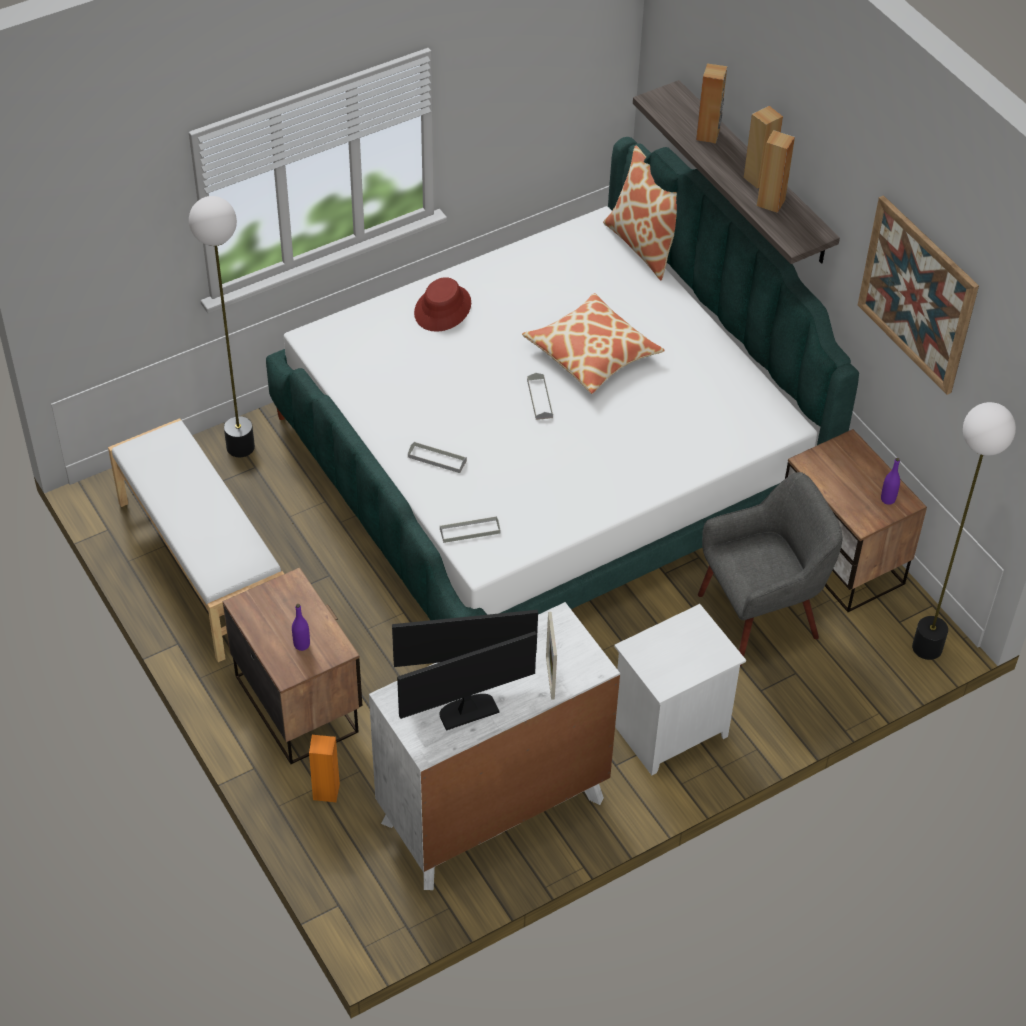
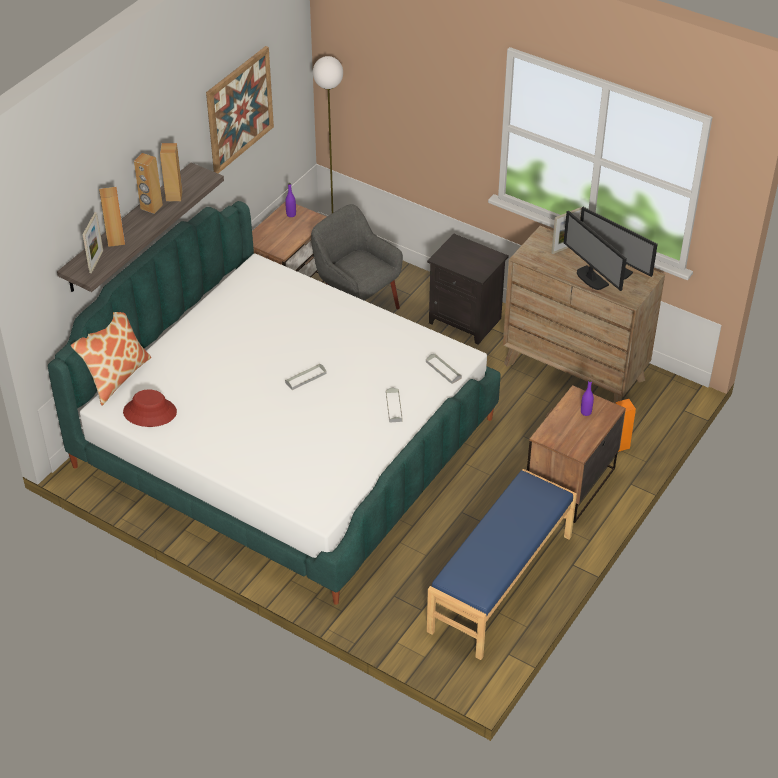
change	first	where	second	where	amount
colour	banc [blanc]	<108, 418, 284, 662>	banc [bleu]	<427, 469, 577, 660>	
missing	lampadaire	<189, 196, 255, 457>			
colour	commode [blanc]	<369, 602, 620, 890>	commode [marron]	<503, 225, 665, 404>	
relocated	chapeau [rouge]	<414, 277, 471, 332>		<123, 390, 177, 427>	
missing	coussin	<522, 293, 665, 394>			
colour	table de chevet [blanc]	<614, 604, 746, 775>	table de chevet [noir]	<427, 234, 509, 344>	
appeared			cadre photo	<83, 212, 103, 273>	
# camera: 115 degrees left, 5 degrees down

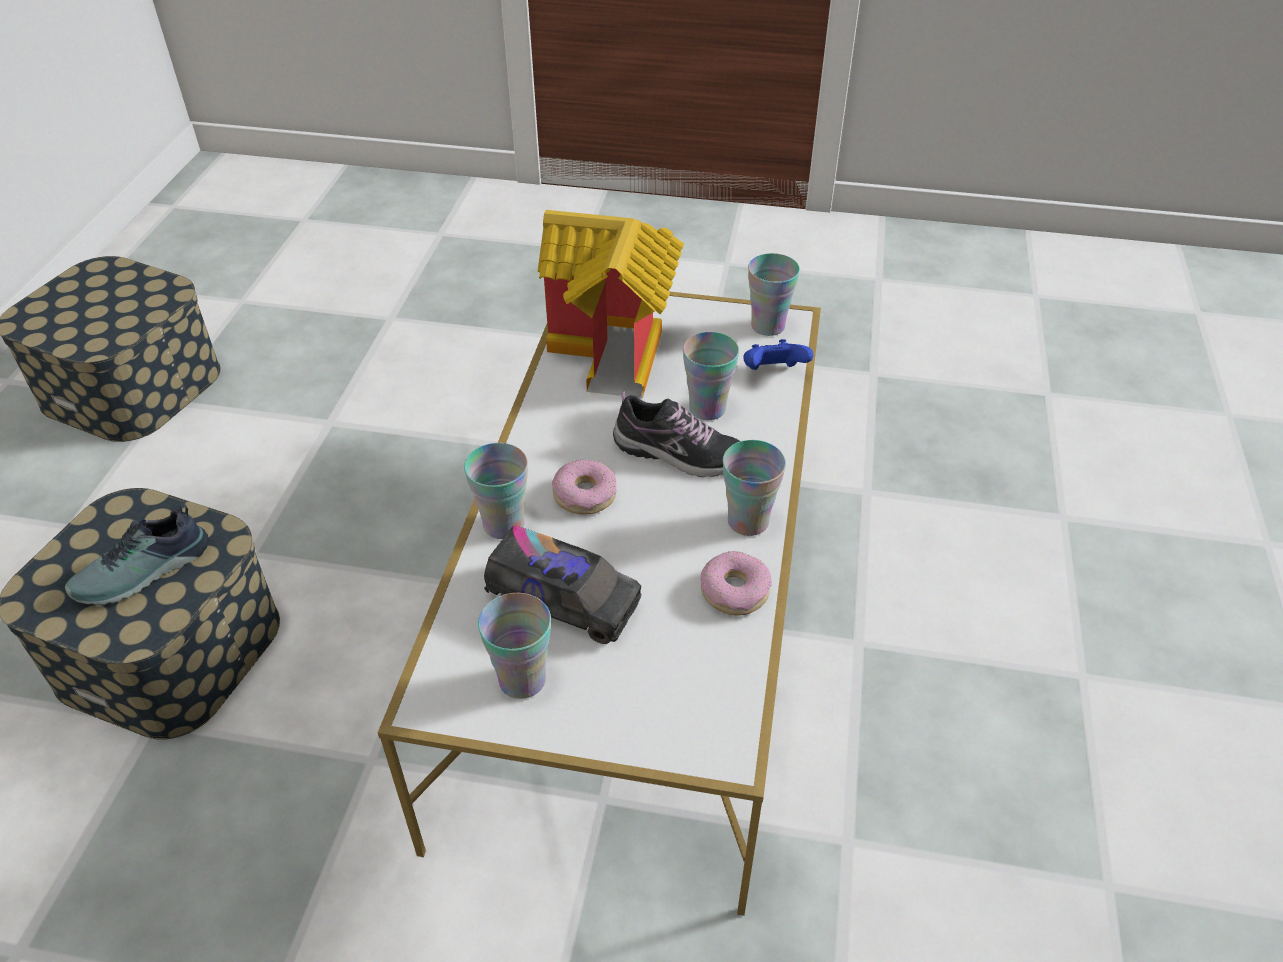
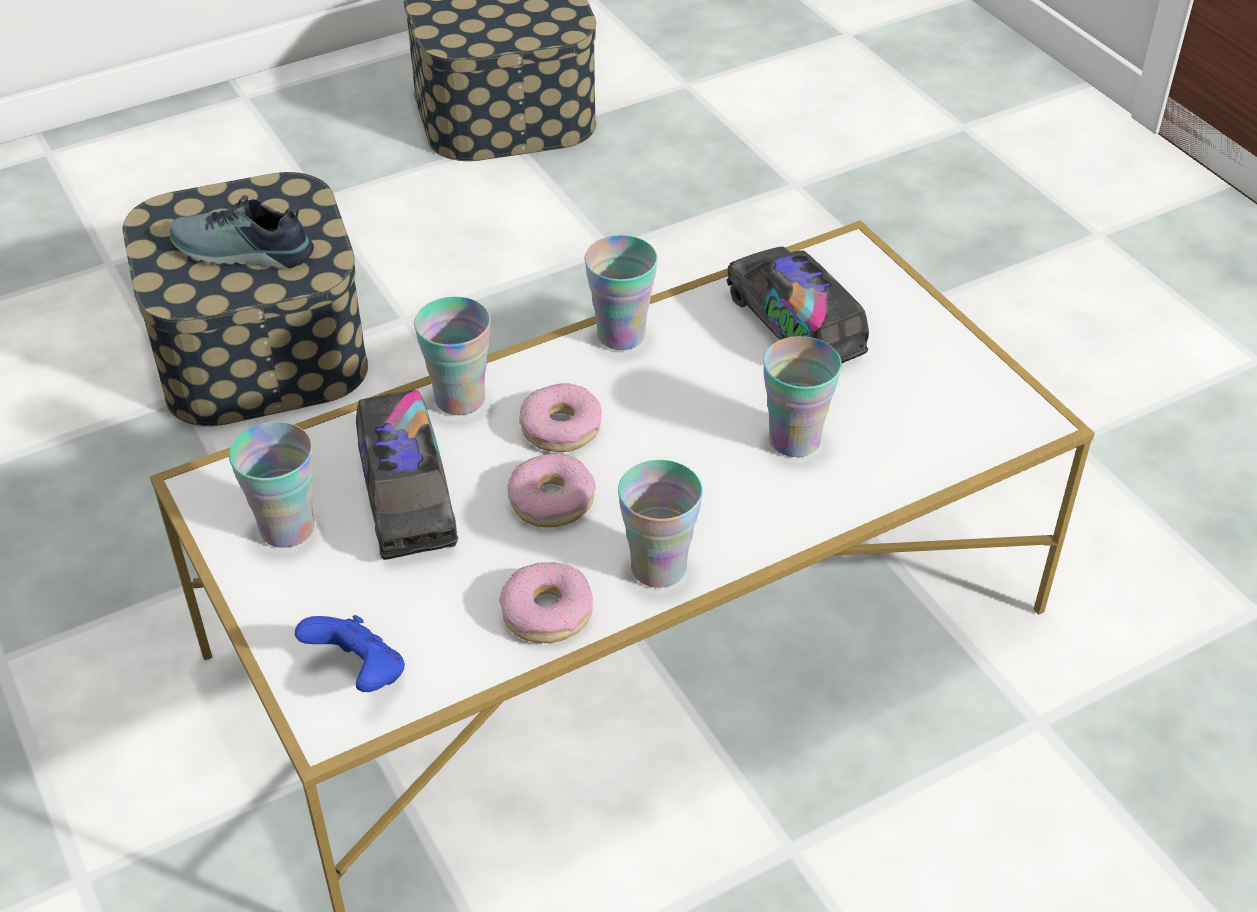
change	first	where	second	where	amount
exchanged	maison miniature	<538, 210, 684, 399>	camion jouet	<726, 247, 869, 363>	
missing	chaussure	<613, 391, 740, 477>			
relocated	manette [bleu]	<743, 339, 813, 370>		<295, 615, 405, 692>	
relocated	tasse	<748, 253, 800, 336>		<585, 235, 658, 350>	
appeared			beignet	<507, 453, 596, 527>	
# camera: 50 degrees right, 0 degrees up

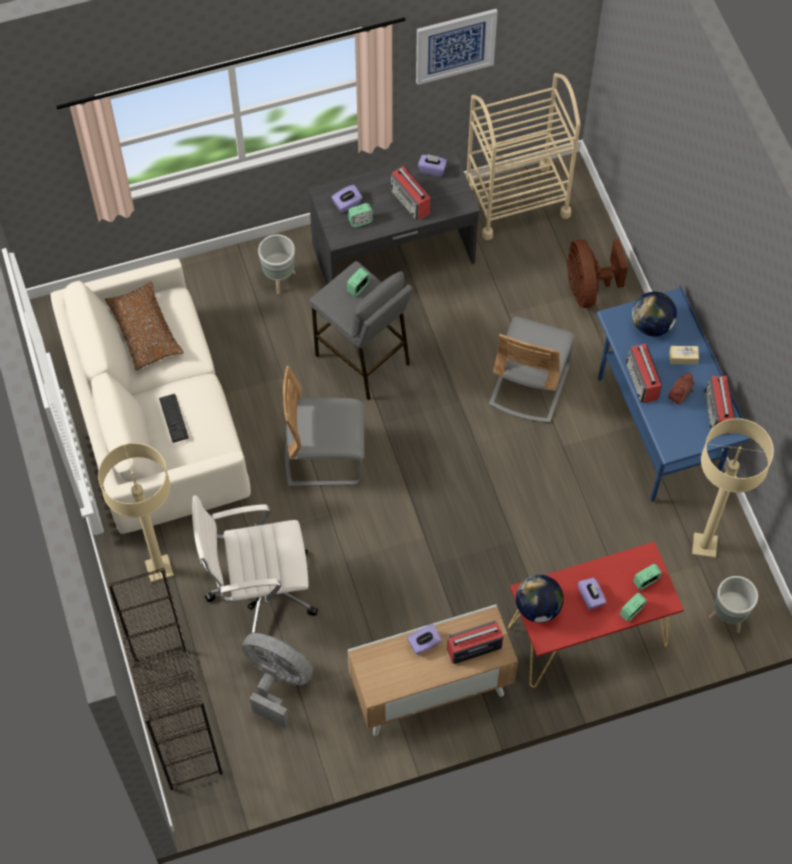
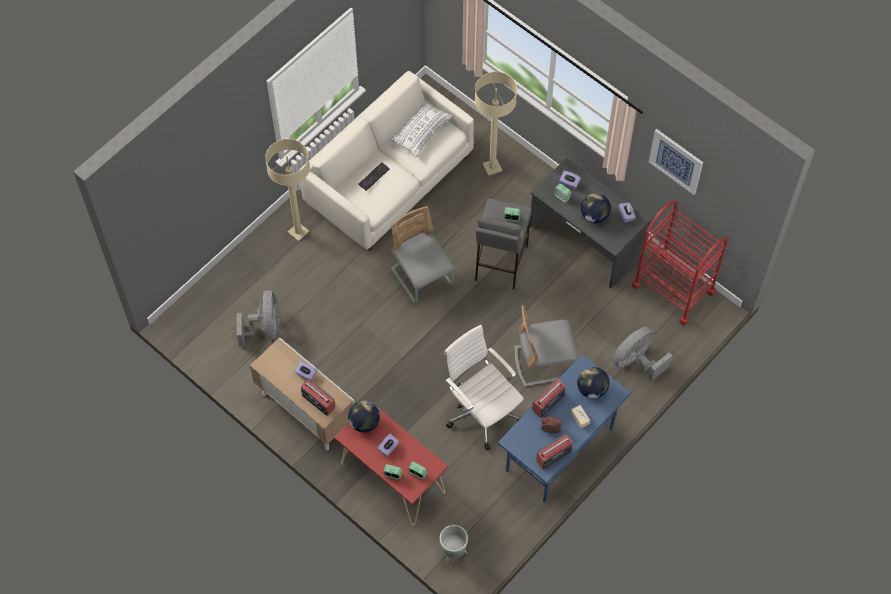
change	first	where	second	where	amount
colour	coussin [marron]	<105, 282, 184, 370>	coussin [blanc]	<390, 99, 452, 157>	
missing	bibliothèque [noir]	<108, 568, 223, 790>			
relocated	chaise de bureau [blanc]	<192, 495, 318, 633>		<444, 325, 524, 451>	
missing	cache-pot [gris]	<258, 234, 296, 294>			
exchanged	radio	<390, 166, 431, 220>	globe	<581, 193, 611, 223>	
colour	chariot [beige]	<466, 73, 580, 240>	chariot [rouge]	<632, 200, 728, 325>	
colour	ventilateur [marron]	<567, 239, 628, 308>	ventilateur [gris]	<612, 327, 673, 381>	
relocated	lampadaire [beige]	<692, 418, 774, 558>		<475, 72, 517, 176>	
# camera: 60 degrees right, 0 degrees up

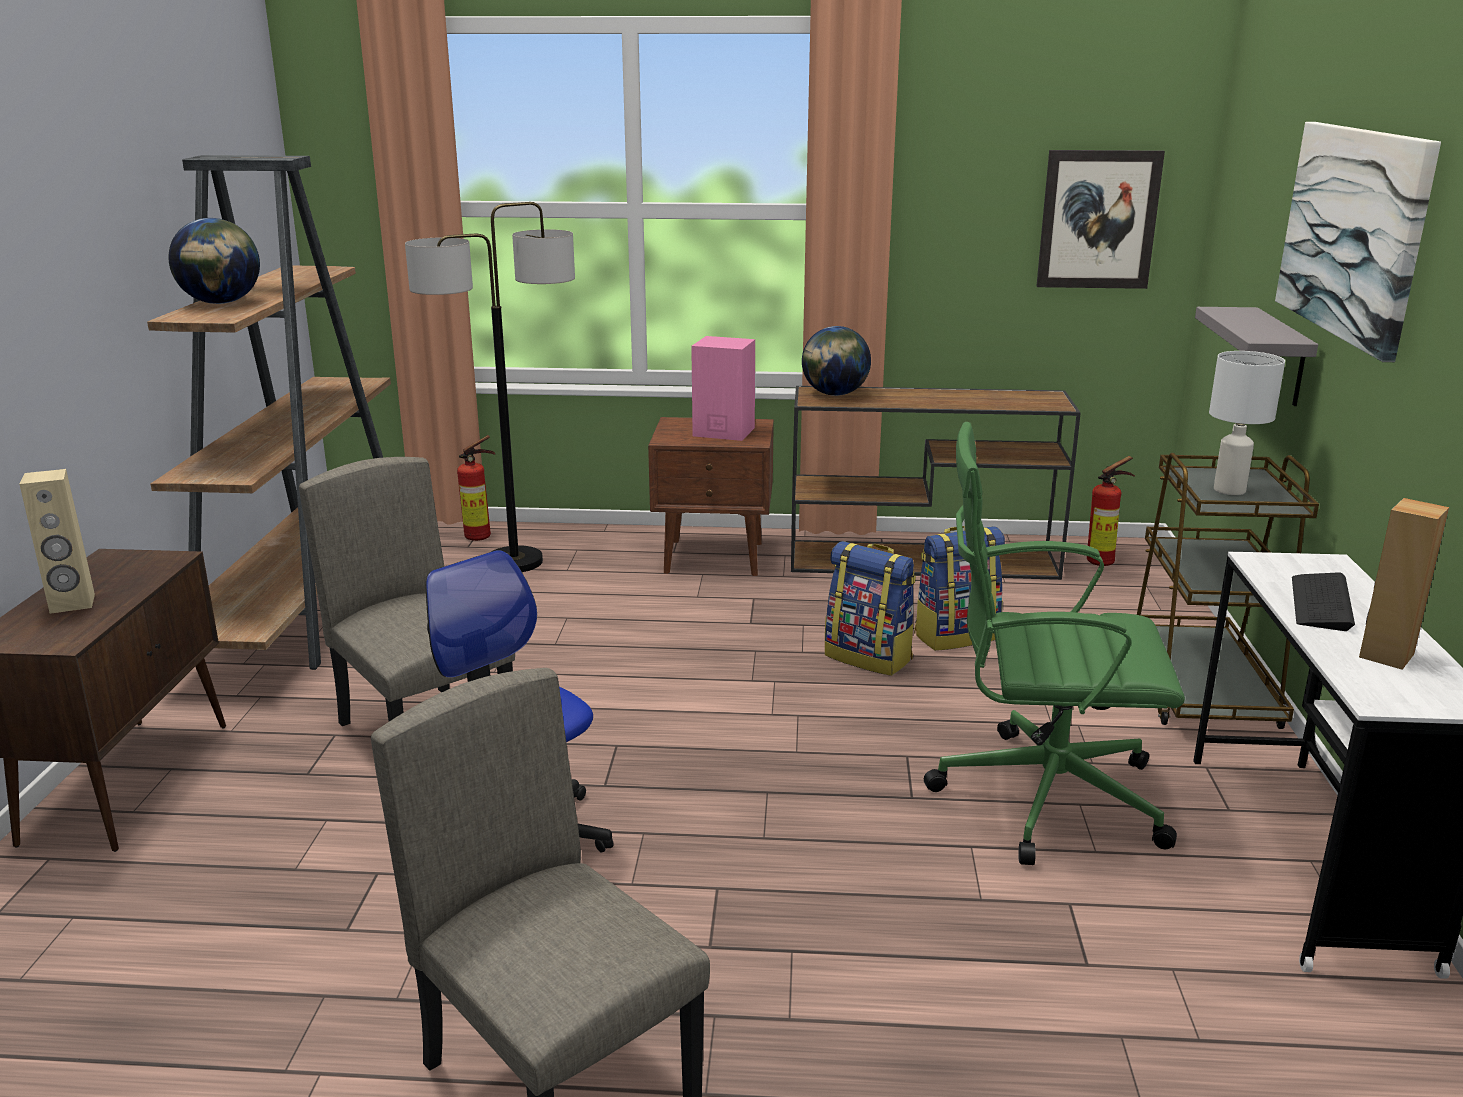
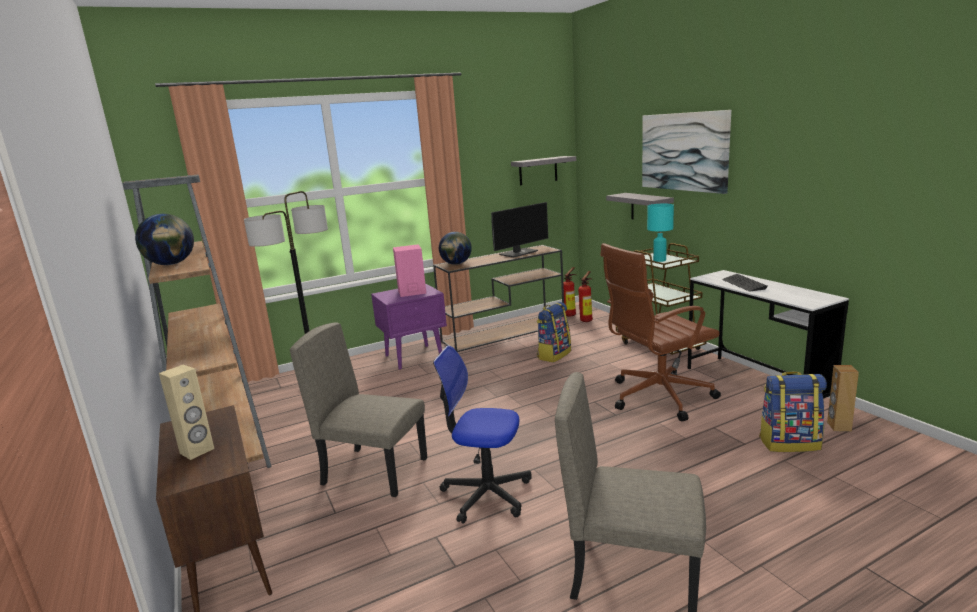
change	first	where	second	where	amount
relocated	extincteur	<457, 435, 495, 541>		<578, 271, 593, 322>	
colour	table de chevet [marron]	<648, 417, 774, 576>	table de chevet [violet]	<371, 283, 447, 369>	
relocated	sac à dos	<825, 541, 916, 676>		<759, 371, 827, 452>	
colour	chaise de bureau [vert]	<924, 422, 1185, 865>	chaise de bureau [marron]	<600, 243, 721, 422>	
exchanged	tableau	<1036, 150, 1165, 289>	étagère [gris]	<511, 156, 576, 186>	
colour	lampe de table [blanc]	<1209, 351, 1285, 495>	lampe de table [turquoise]	<647, 204, 674, 262>	
relocated	enceinte [marron]	<1359, 498, 1449, 670>		<827, 365, 859, 432>	
appeared			écran d'ordinateur	<491, 202, 548, 258>	
# camera: 30 degrees left, 5 degrees down

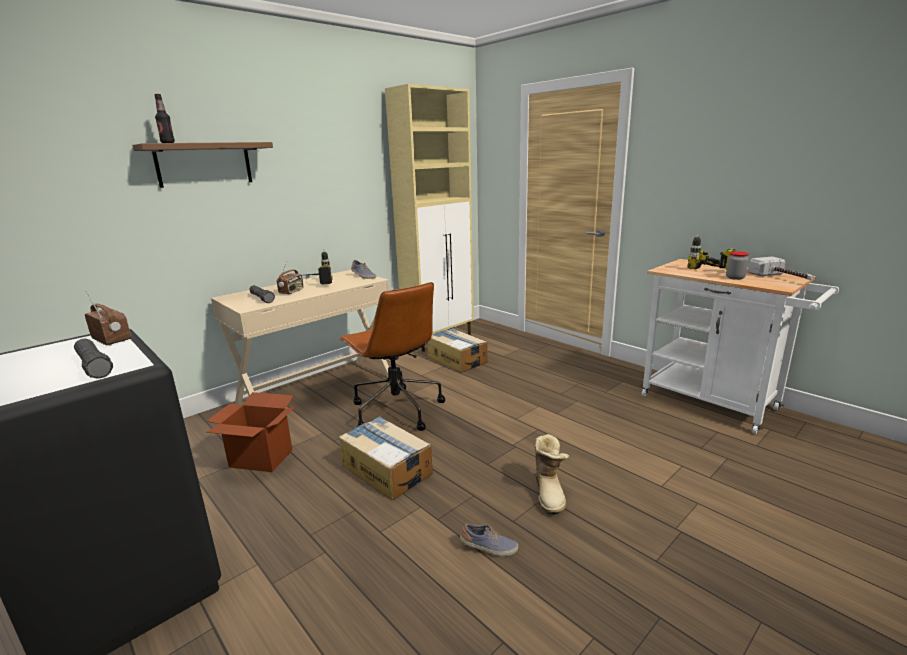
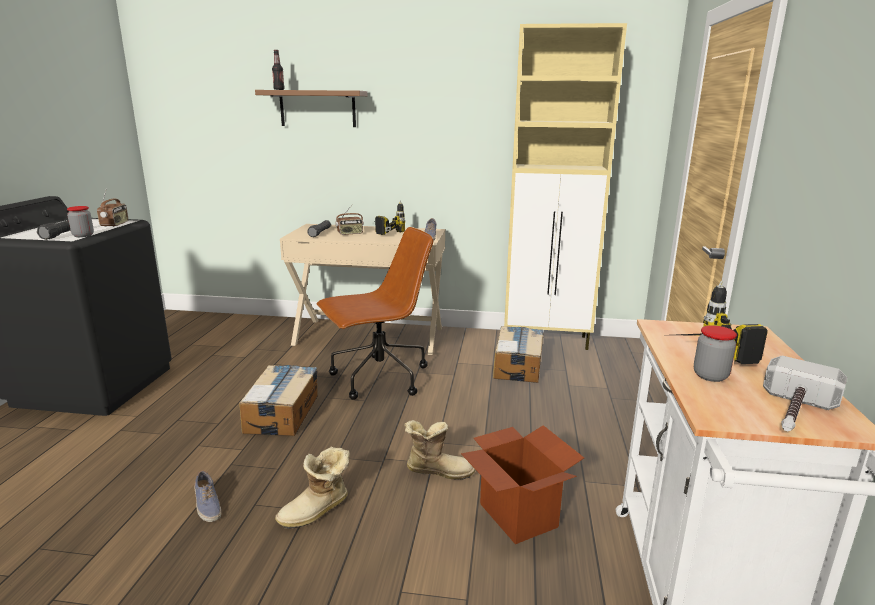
change	first	where	second	where	amount
relocated	carton	<206, 392, 297, 472>		<461, 425, 584, 544>	
spun	chaise de bureau [marron]	<339, 282, 445, 431>		<317, 227, 434, 400>	135 degrees counterclockwise
appeared			bocal	<67, 206, 94, 237>	
appeared			botte	<404, 420, 475, 480>	
# camera: 50 degrees right, 0 degrees up

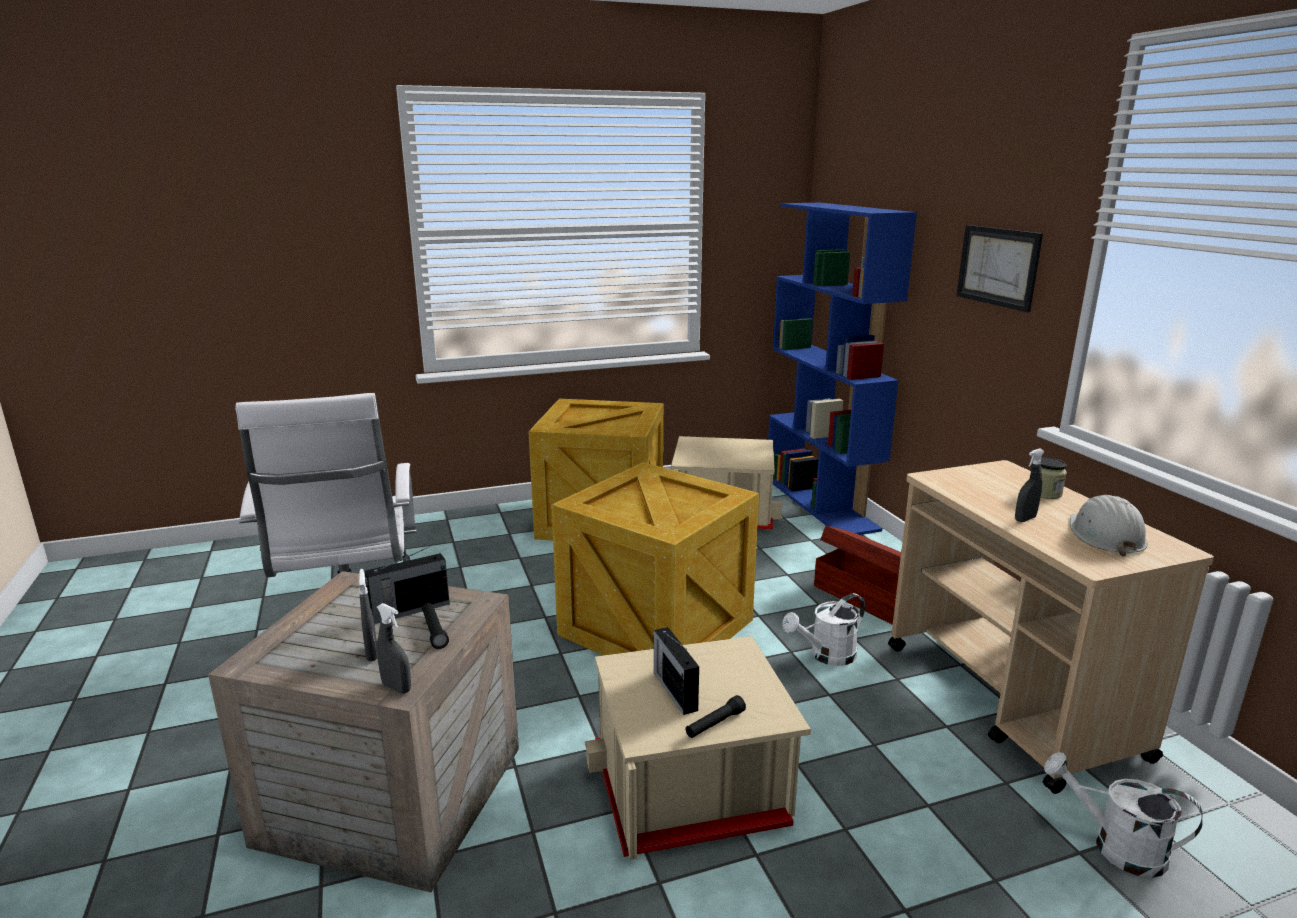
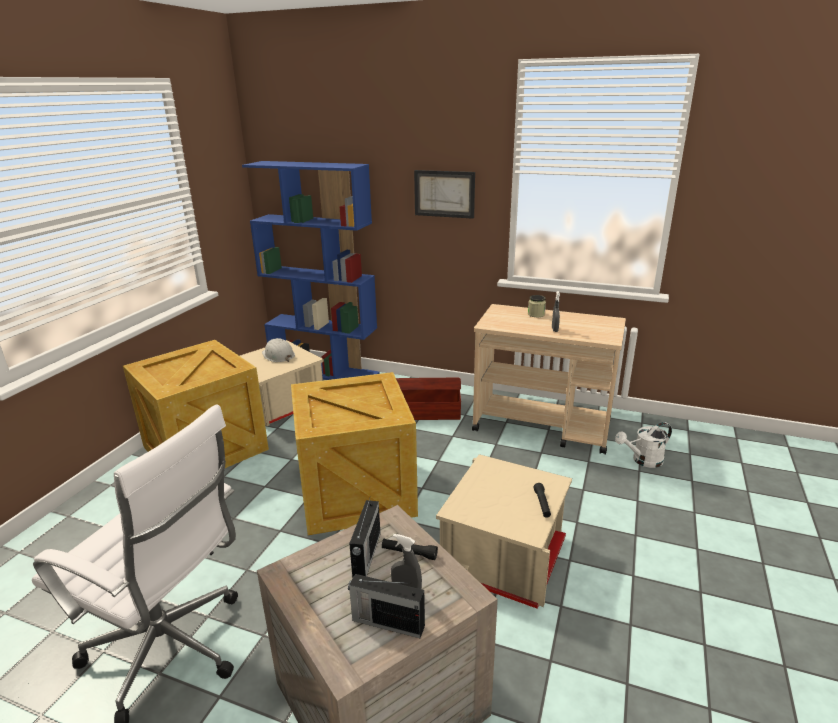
change	first	where	second	where	amount
missing	vaporisateur [gris]	<377, 603, 411, 694>			
relocated	radio	<654, 627, 699, 715>		<348, 574, 425, 638>	
missing	arrosoir [blanc]	<782, 593, 865, 666>			
relocated	casque de chantier [blanc]	<1070, 495, 1148, 556>		<262, 338, 295, 362>	
# camera: 50 degrees left, 5 degrees up

